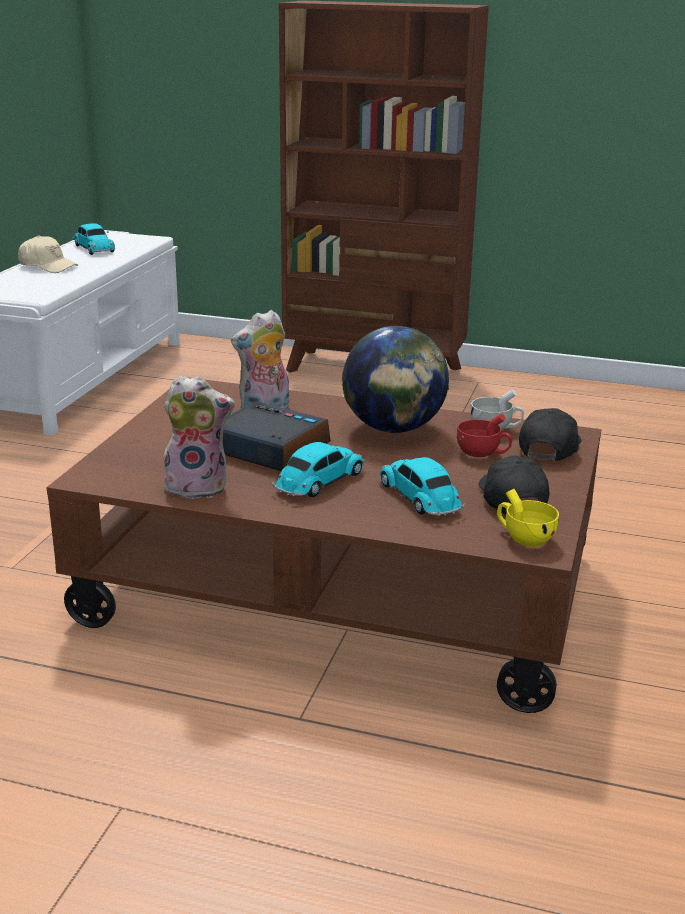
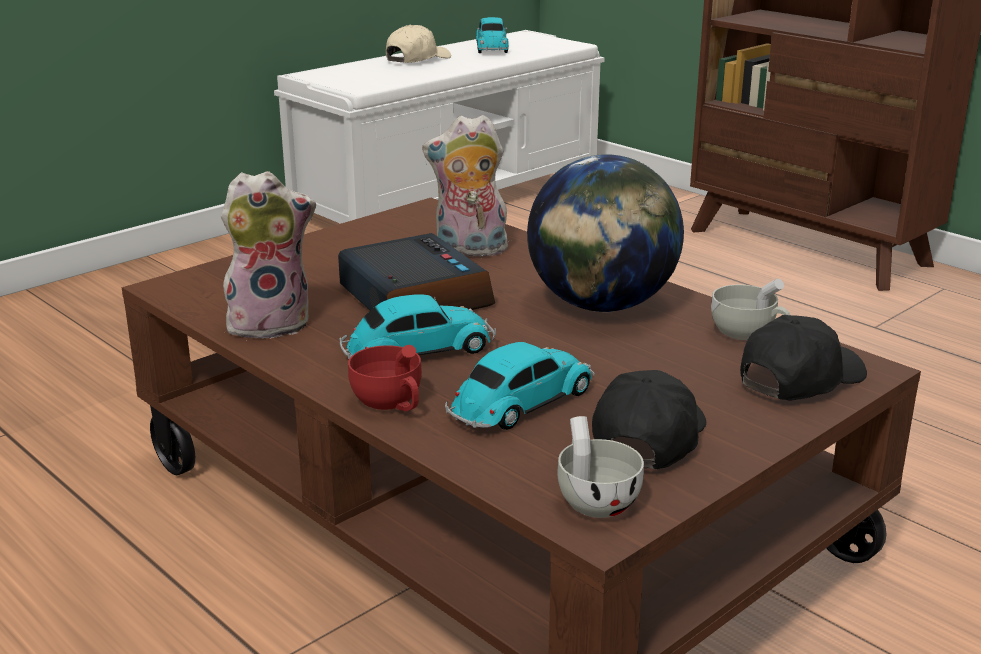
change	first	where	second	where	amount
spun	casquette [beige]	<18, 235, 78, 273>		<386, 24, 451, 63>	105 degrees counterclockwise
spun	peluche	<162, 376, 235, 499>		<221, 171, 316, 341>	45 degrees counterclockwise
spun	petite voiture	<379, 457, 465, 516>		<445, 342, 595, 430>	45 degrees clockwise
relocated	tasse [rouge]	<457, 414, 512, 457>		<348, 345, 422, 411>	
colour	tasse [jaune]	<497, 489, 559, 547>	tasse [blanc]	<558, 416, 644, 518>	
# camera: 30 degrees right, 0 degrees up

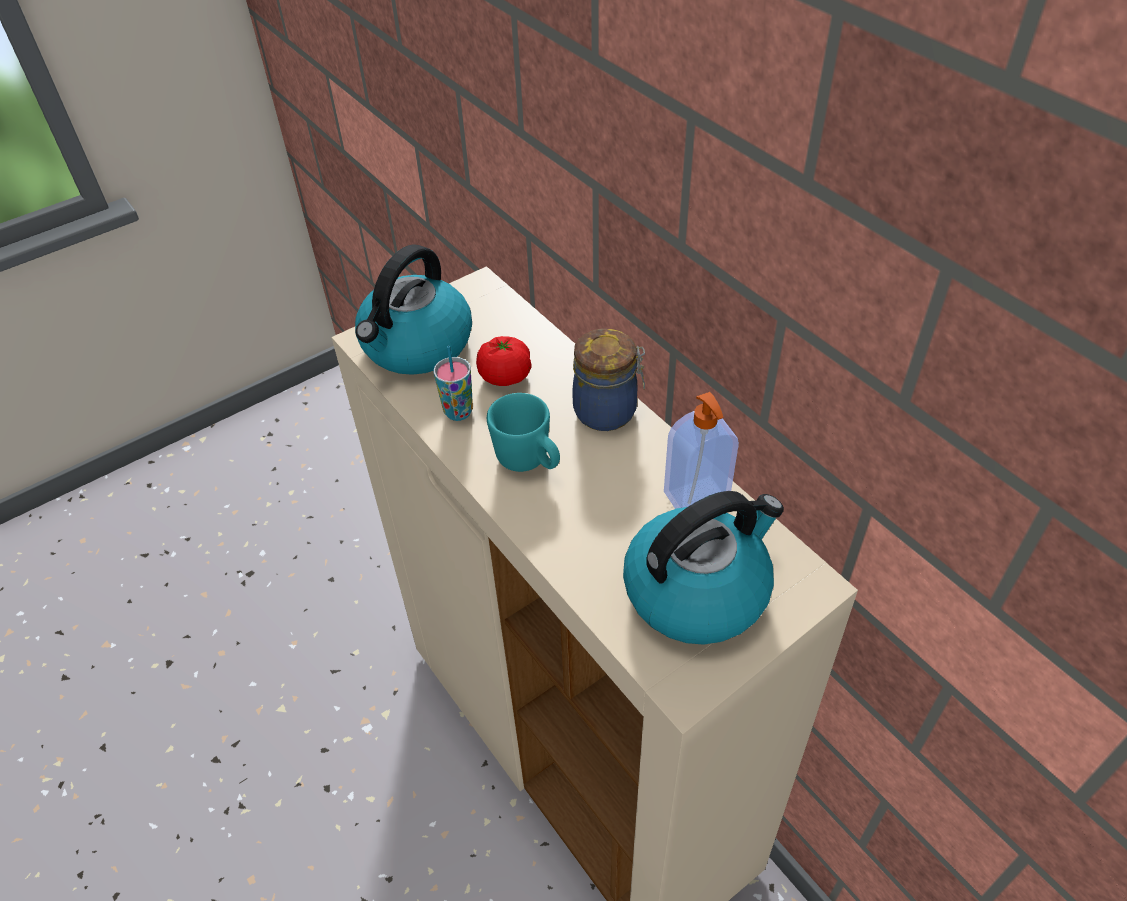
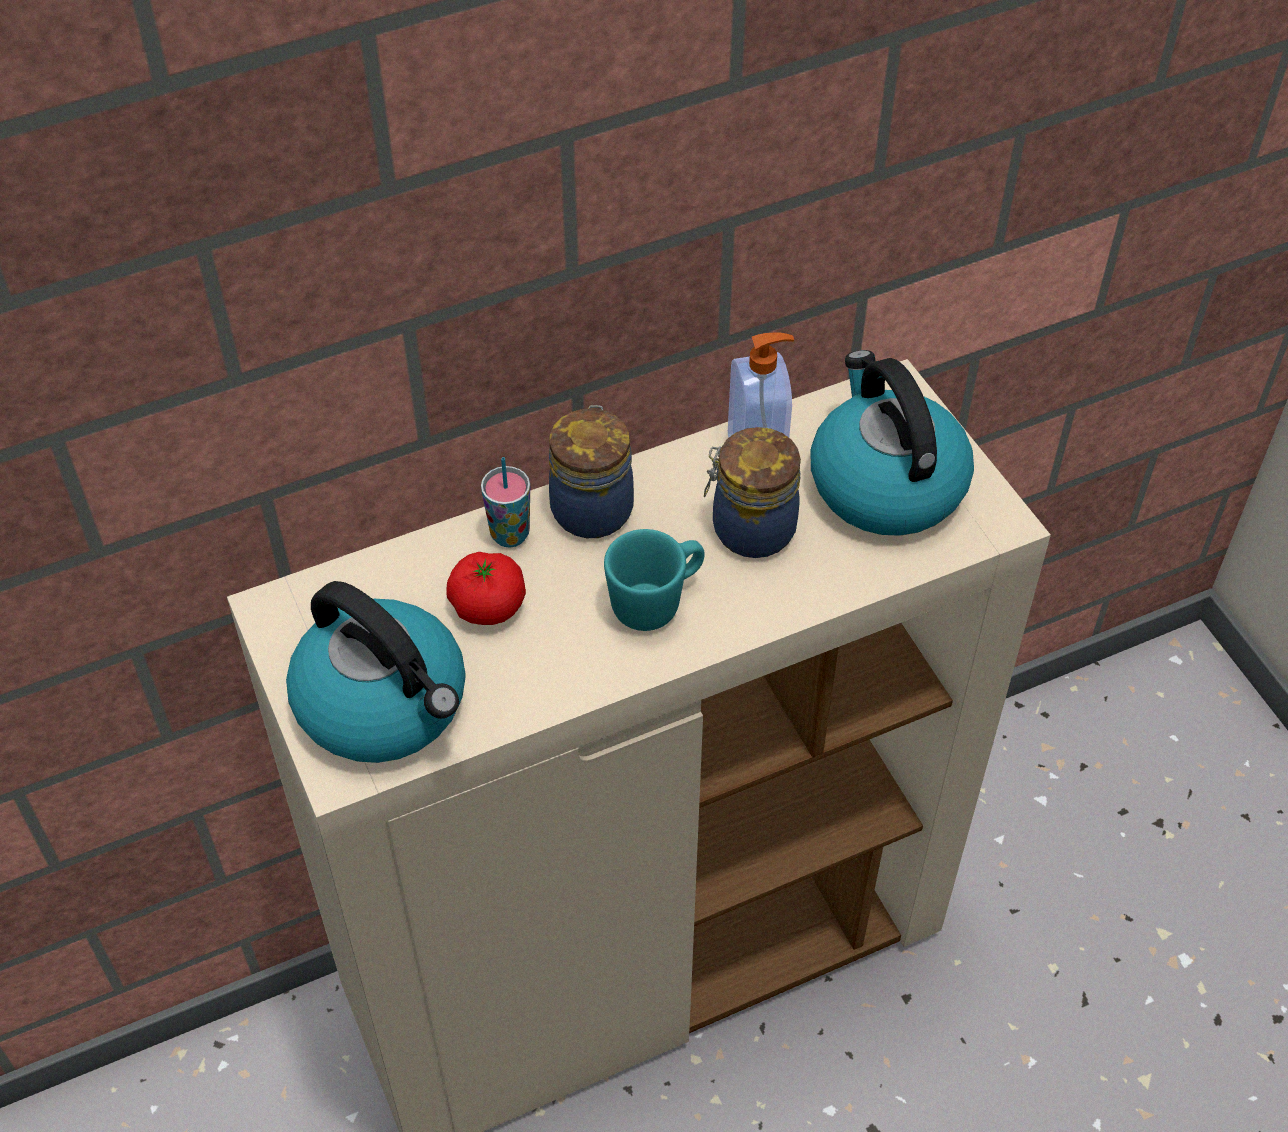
change	first	where	second	where	amount
relocated	tasse	<434, 346, 473, 421>		<481, 457, 530, 547>	
appeared			bocal	<704, 427, 801, 558>	
# camera: 80 degrees left, 5 degrees up

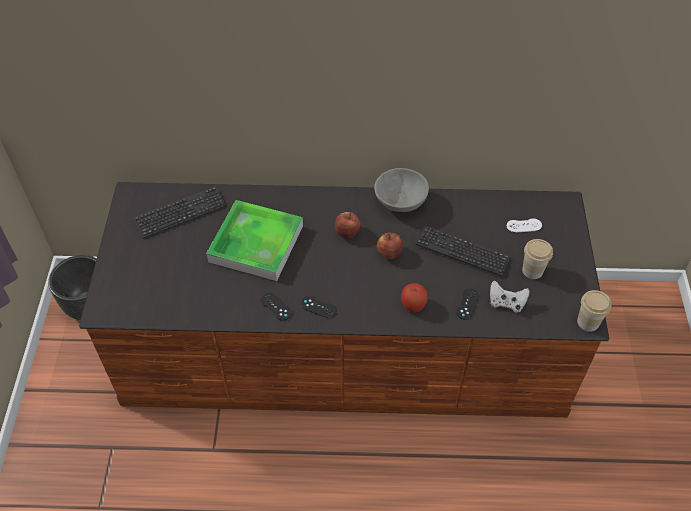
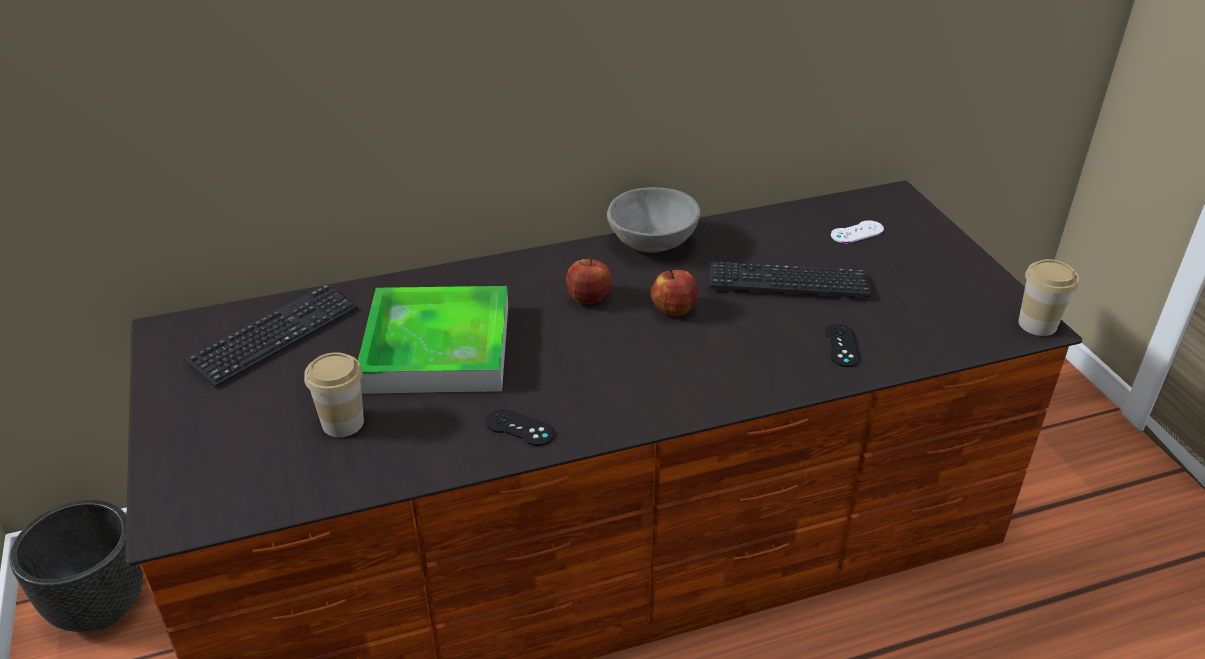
change	first	where	second	where	amount
missing	manette [noir]	<301, 296, 337, 318>			
missing	pomme	<401, 283, 428, 312>			
missing	manette [blanc]	<490, 280, 529, 312>			
relocated	tasse	<522, 239, 553, 279>		<304, 352, 364, 437>	
# camera: 20 degrees left, 15 degrees down

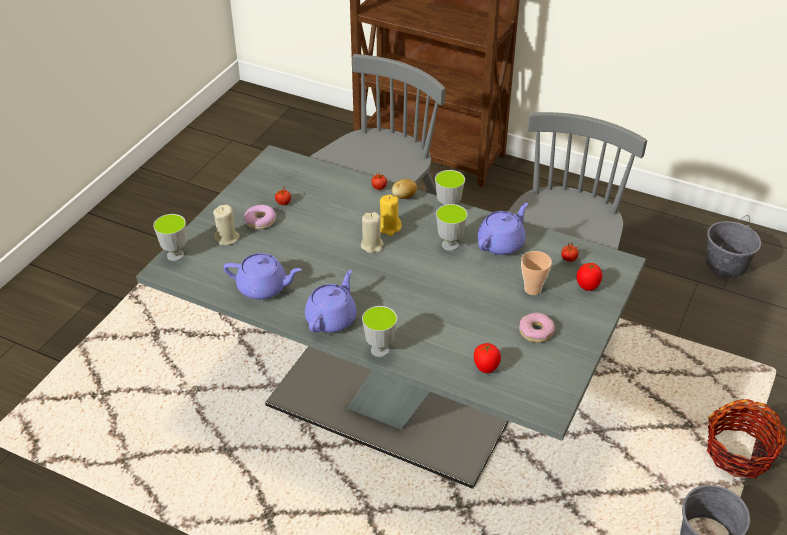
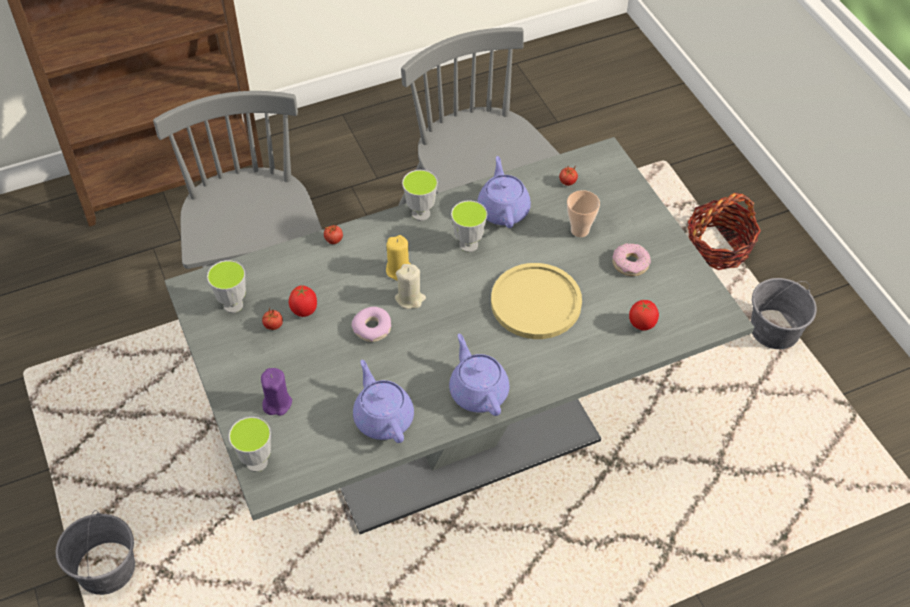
change	first	where	second	where	amount
colour	bougie [beige]	<213, 204, 240, 245>	bougie [violet]	<261, 368, 292, 416>	
spun	théière [violet]	<224, 253, 302, 300>		<353, 360, 414, 443>	75 degrees counterclockwise
relocated	beignet	<244, 205, 276, 229>		<352, 307, 391, 342>	
relocated	tasse	<362, 306, 397, 357>		<207, 260, 246, 313>	
missing	pomme de terre	<392, 179, 417, 199>			
relocated	tomate	<576, 263, 602, 291>		<289, 285, 317, 317>	
relocated	seau [gris]	<706, 215, 761, 278>		<56, 510, 135, 595>	
appeared			assiette [jaune]	<491, 263, 582, 339>	
# camera: 50 degrees left, 10 degrees up

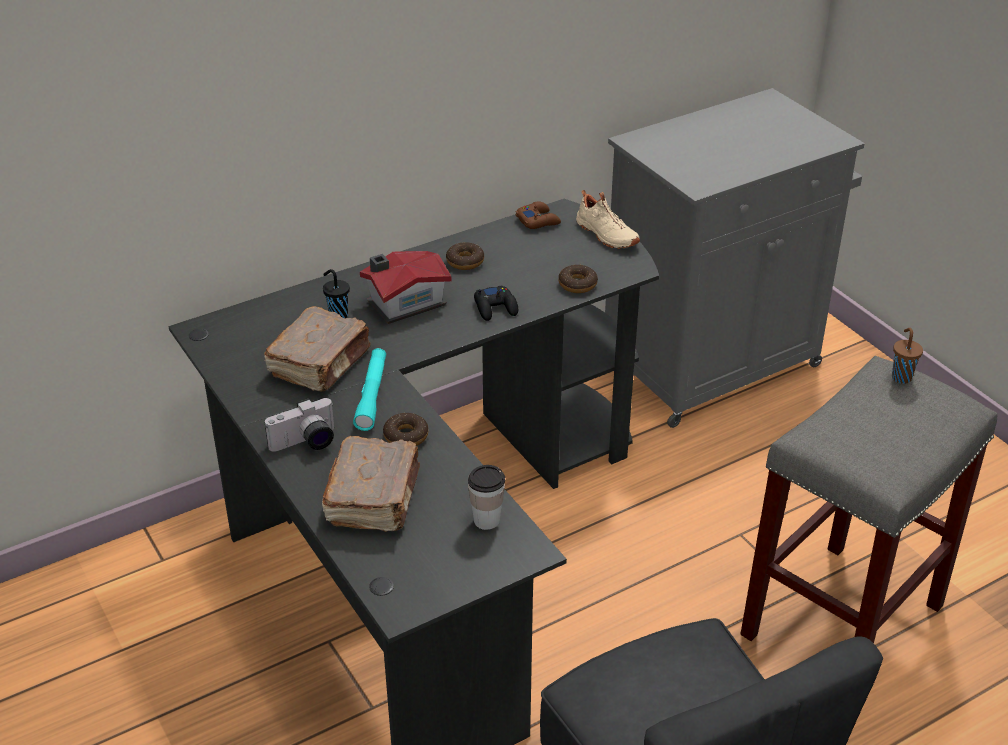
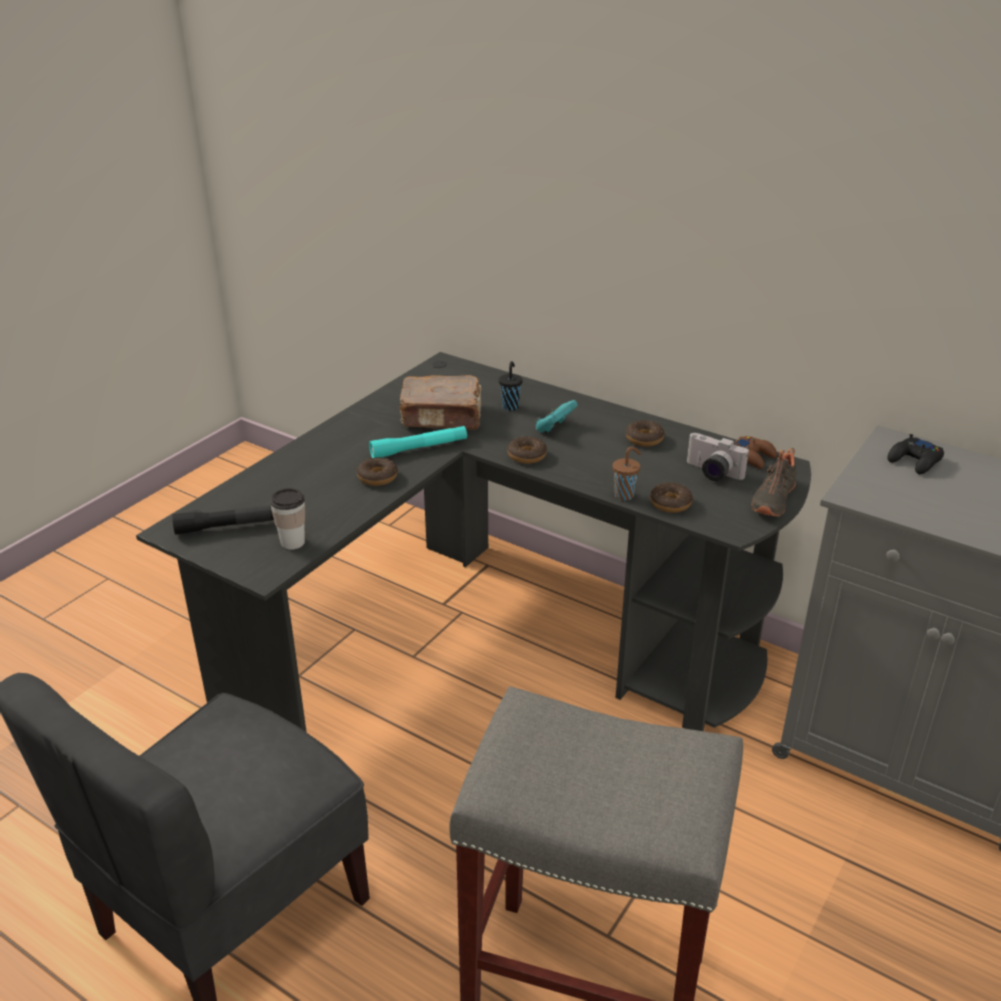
change	first	where	second	where	amount
relocated	appareil photo	<265, 398, 334, 452>		<687, 433, 749, 481>	
missing	livre [marron]	<322, 436, 420, 532>			
exchanged	maison miniature	<360, 251, 452, 324>	manette [turquoise]	<535, 400, 578, 433>	
relocated	manette [noir]	<474, 285, 518, 321>		<887, 434, 944, 474>	
colour	chaussure [beige]	<576, 190, 640, 249>	chaussure [noir]	<751, 448, 797, 516>	
relocated	tasse [marron]	<892, 328, 923, 384>		<613, 447, 641, 501>	
appeared			lampe de poche [noir]	<172, 505, 274, 535>	
appeared			beignet	<508, 436, 547, 464>	
# camera: 65 degrees right, 5 degrees down

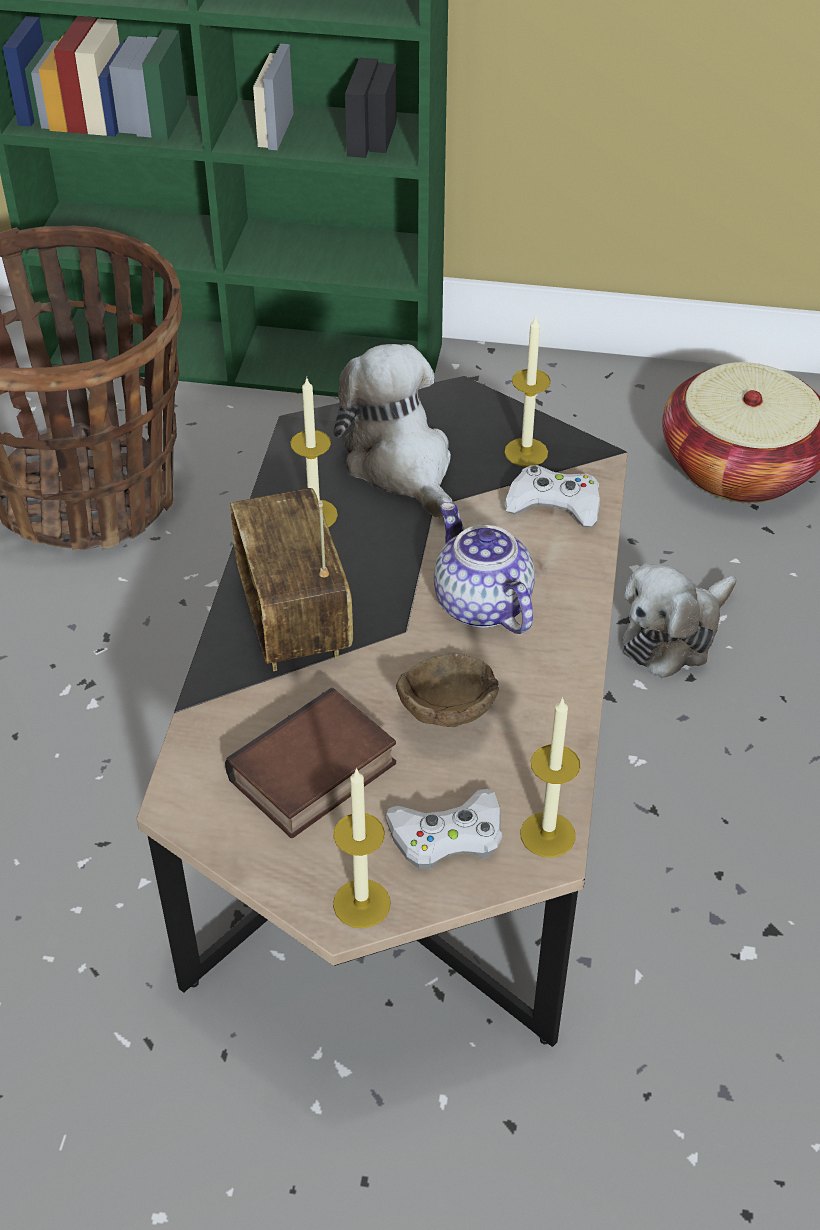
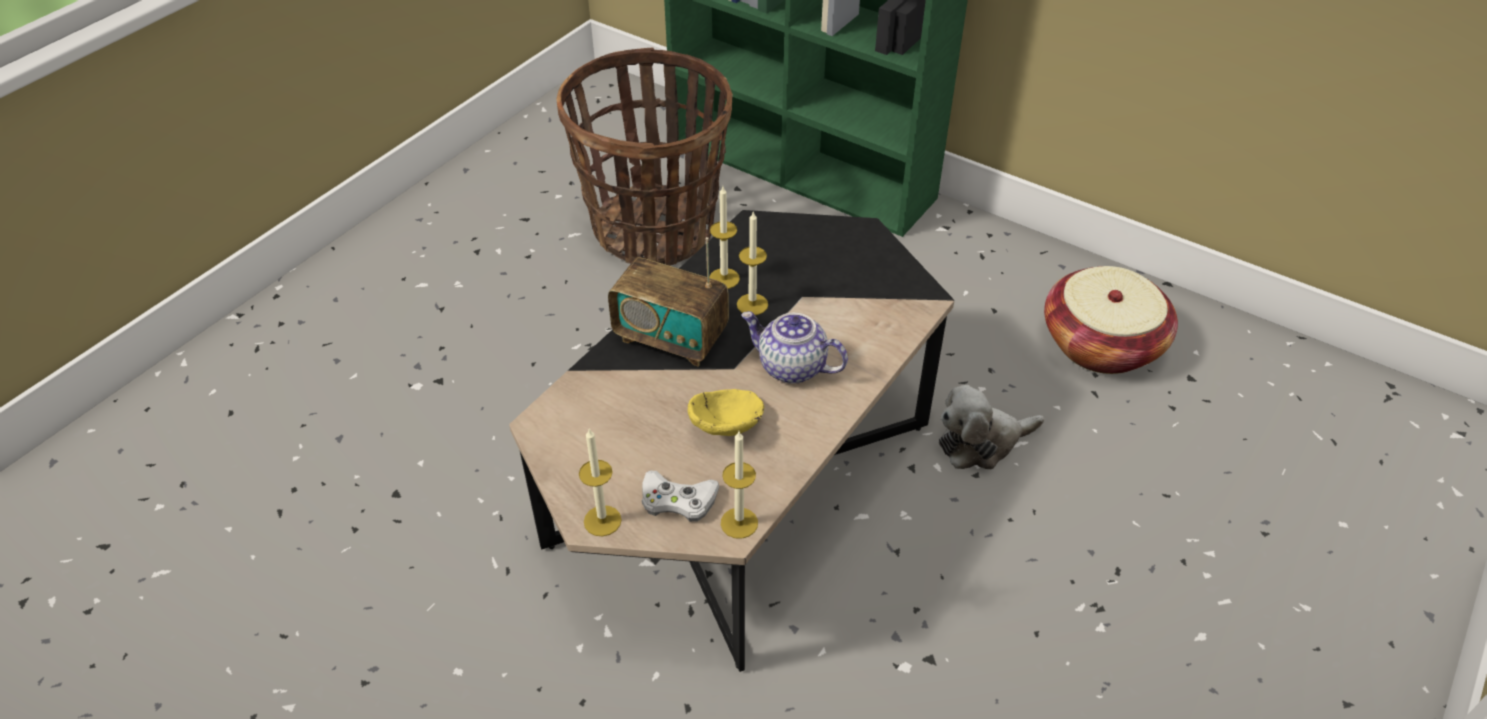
change	first	where	second	where	amount
missing	livre	<225, 688, 396, 838>			
spun	radio	<230, 488, 353, 671>		<608, 237, 729, 367>	75 degrees counterclockwise
missing	peluche	<334, 344, 453, 518>			
colour	bol [marron]	<396, 653, 499, 727>	bol [jaune]	<688, 389, 764, 436>	
spun	théière	<434, 502, 535, 634>		<741, 311, 848, 384>	60 degrees counterclockwise
relocated	bougie	<504, 316, 551, 467>		<737, 212, 768, 315>	
missing	manette [blanc]	<504, 465, 600, 527>			
# camera: 25 degrees right, 0 degrees up

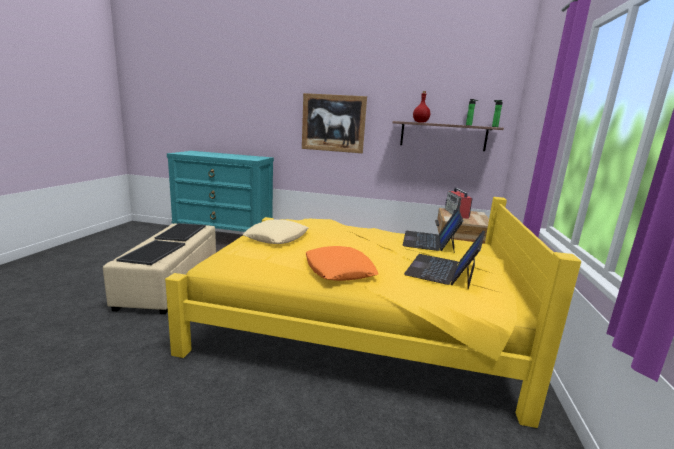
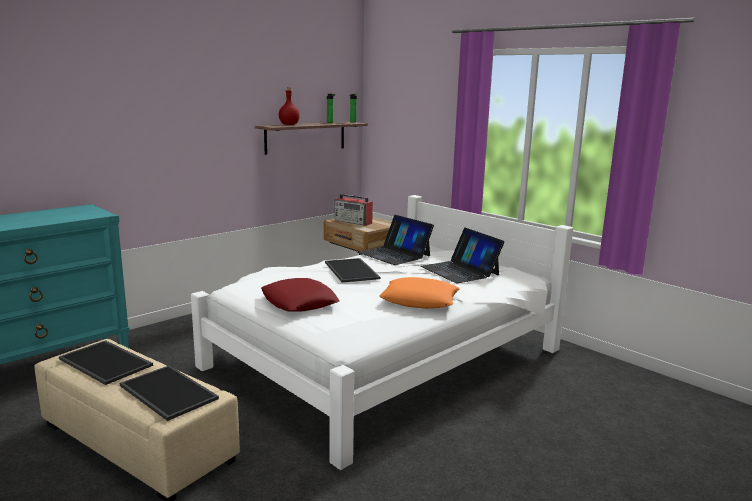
change	first	where	second	where	amount
colour	lit [jaune]	<165, 197, 581, 428>	lit [blanc]	<191, 195, 573, 470>	
colour	coussin [beige]	<243, 219, 309, 244>	coussin [rouge]	<261, 278, 339, 312>	
missing	tableau	<302, 93, 367, 153>			
appeared			plateau	<325, 258, 380, 283>	
# camera: 55 degrees left, 0 degrees up

